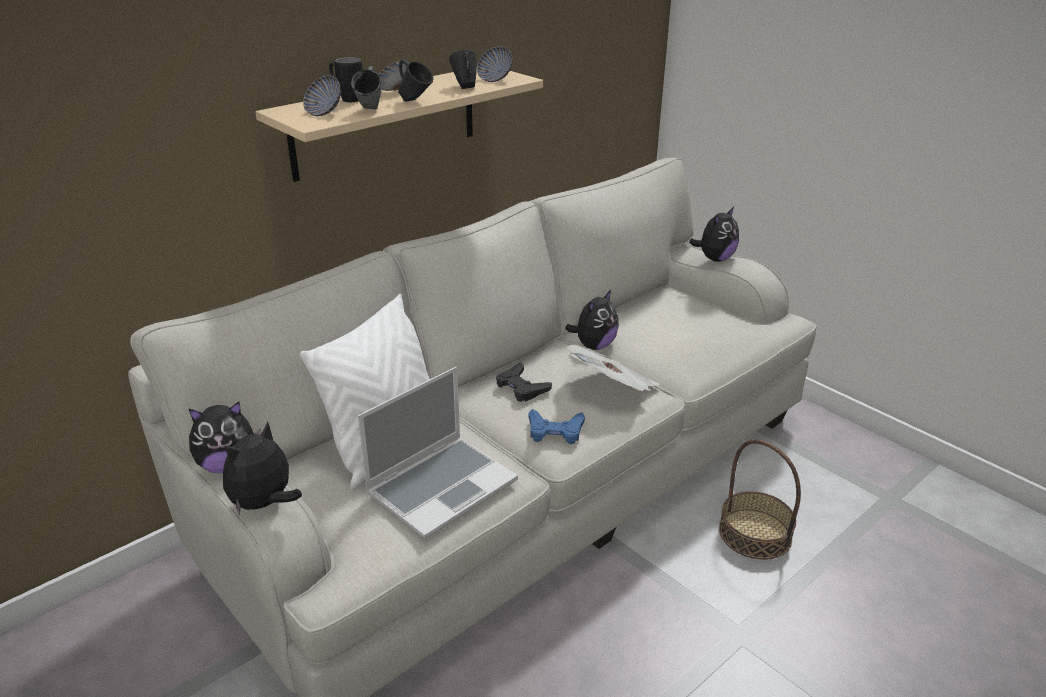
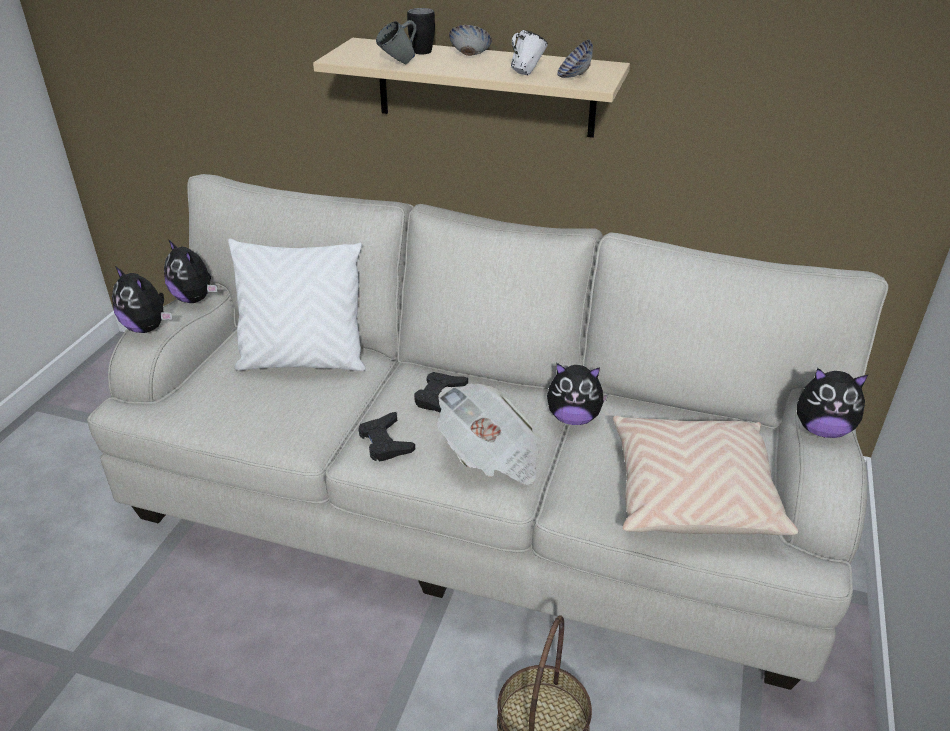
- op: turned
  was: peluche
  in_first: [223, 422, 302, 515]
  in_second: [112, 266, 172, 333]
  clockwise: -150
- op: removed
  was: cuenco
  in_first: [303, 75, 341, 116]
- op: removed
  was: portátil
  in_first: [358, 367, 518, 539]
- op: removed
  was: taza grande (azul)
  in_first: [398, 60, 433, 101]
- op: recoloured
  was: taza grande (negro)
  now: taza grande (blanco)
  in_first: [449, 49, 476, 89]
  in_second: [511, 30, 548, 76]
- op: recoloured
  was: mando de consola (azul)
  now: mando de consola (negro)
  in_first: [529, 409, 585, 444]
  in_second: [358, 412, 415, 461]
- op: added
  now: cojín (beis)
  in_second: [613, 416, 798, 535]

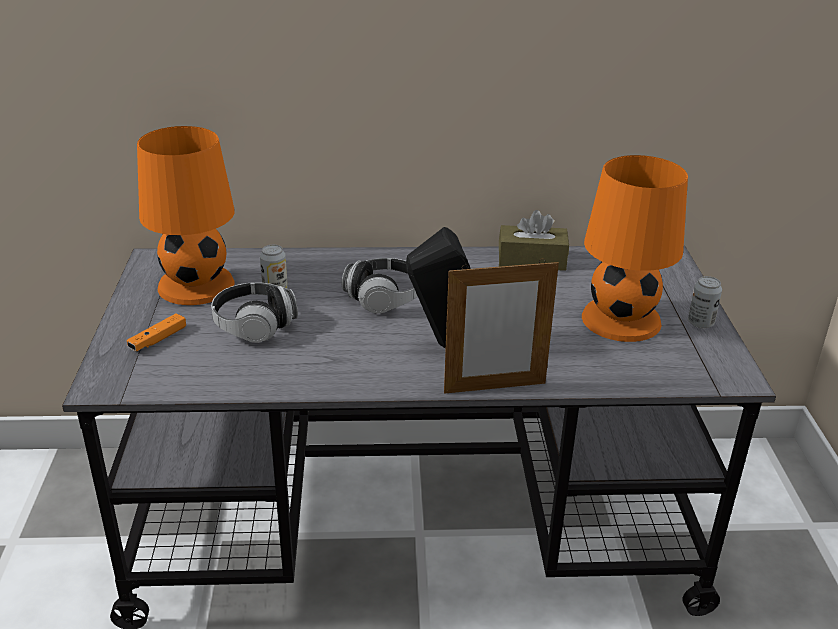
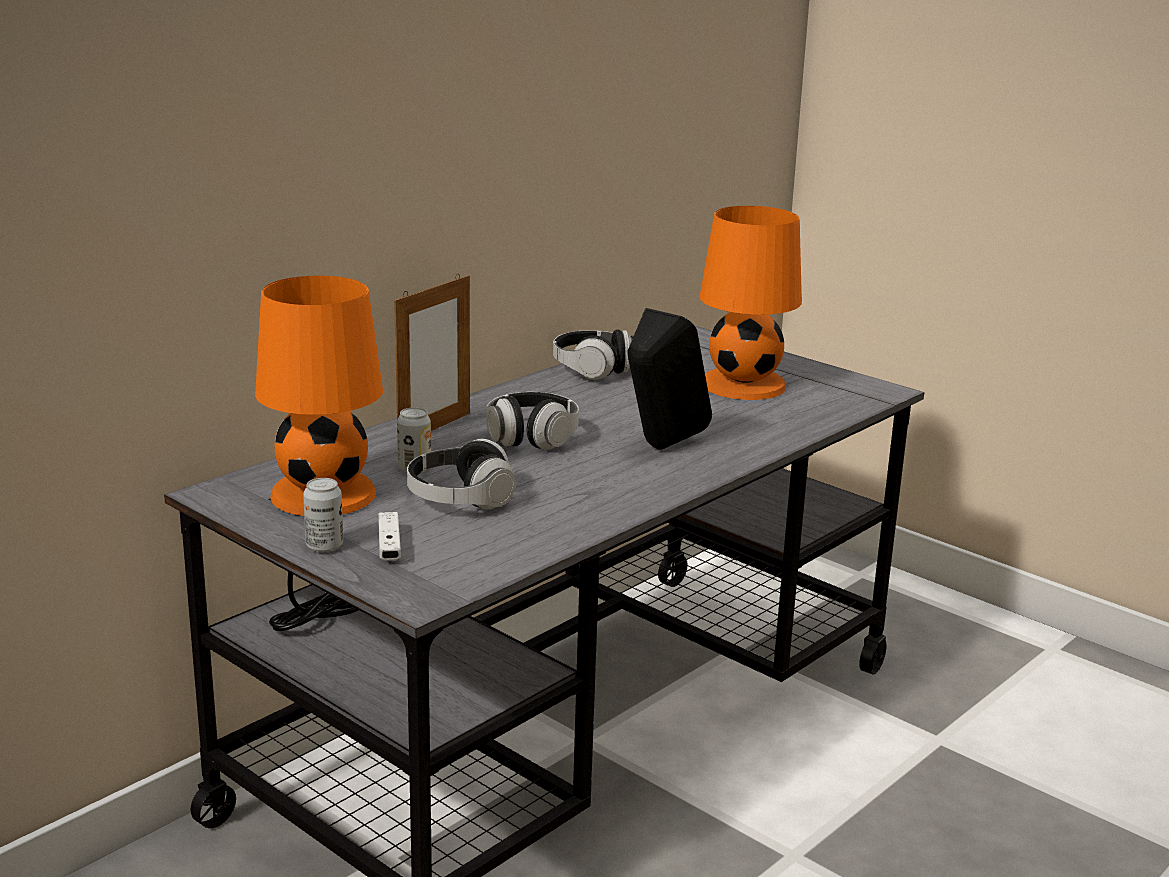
- op: recoloured
  was: mando de consola (naranja)
  now: mando de consola (blanco)
  in_first: [127, 313, 186, 351]
  in_second: [378, 512, 401, 560]
- op: moved
  was: portarretratos
  in_first: [444, 259, 559, 394]
  in_second: [394, 274, 470, 443]
- op: replaced
  was: caja de pañuelos (marrón)
  now: auriculares
  in_first: [499, 210, 569, 271]
  in_second: [553, 329, 634, 380]
- op: moved
  was: lata
  in_first: [688, 276, 722, 329]
  in_second: [303, 478, 343, 553]

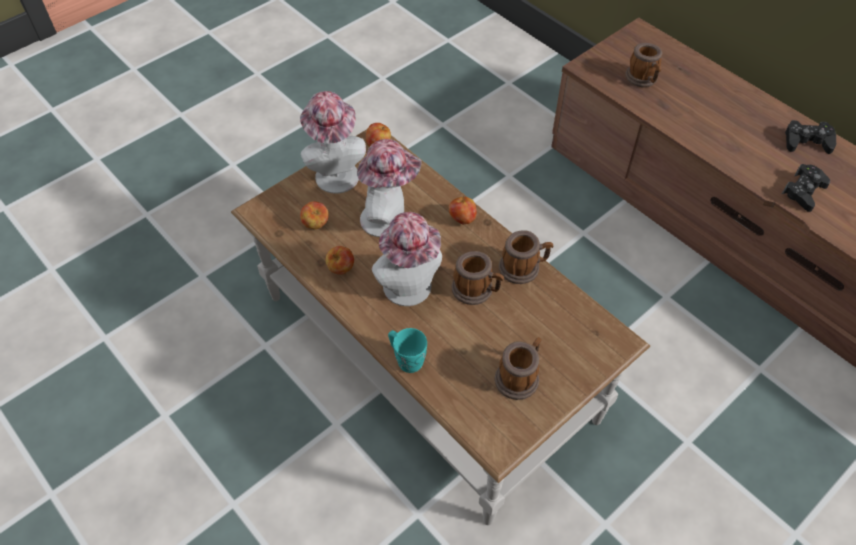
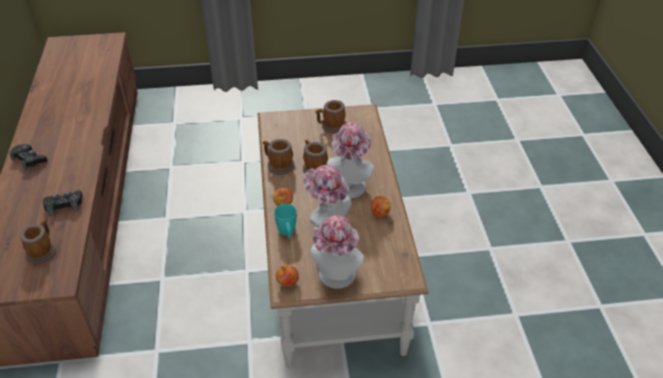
- op: removed
  was: manzana
  in_first: [300, 201, 329, 229]
- op: moved
  was: taza grande (turquesa)
  in_first: [388, 328, 427, 373]
  in_second: [274, 204, 297, 238]
- op: moved
  was: mando de consola (negro)
  in_first: [782, 164, 830, 212]
  in_second: [43, 190, 83, 216]

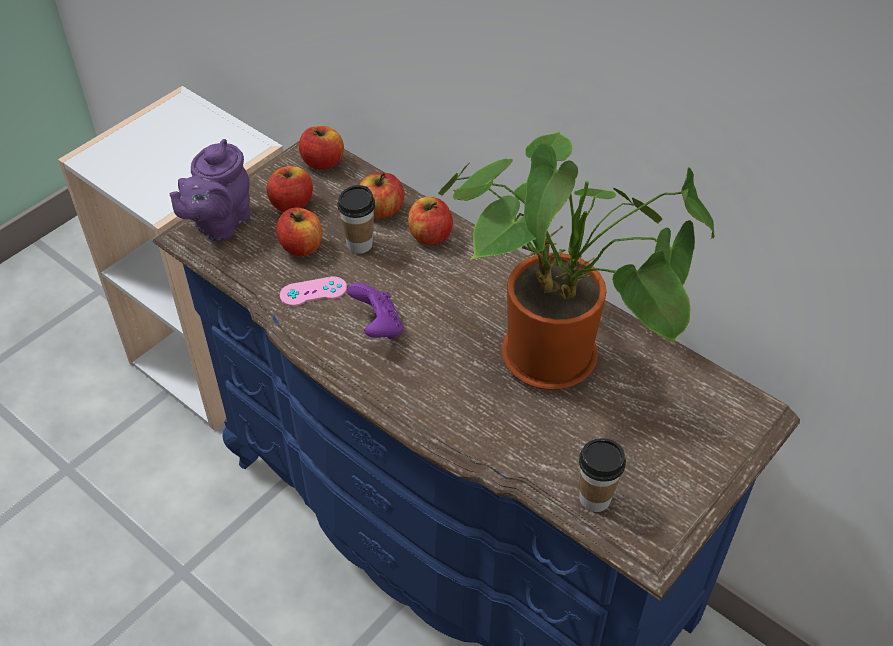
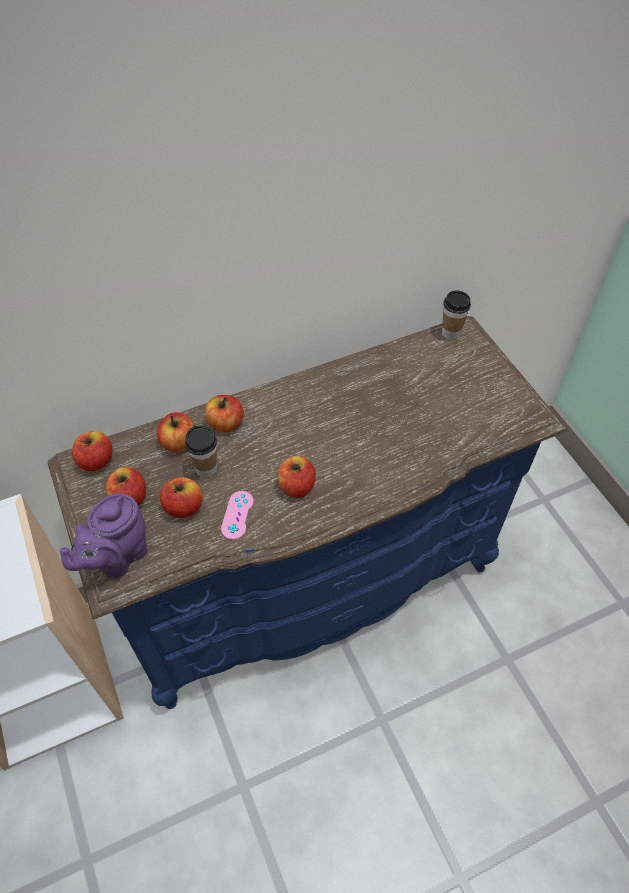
- op: turned
  was: tetera (morado)
  in_first: [169, 139, 251, 242]
  in_second: [60, 493, 147, 578]
  clockwise: 75
- op: replaced
  was: mando de consola (morado)
  now: manzana
  in_first: [347, 283, 403, 339]
  in_second: [277, 456, 316, 498]
- op: removed
  was: planta en maceta
  in_first: [438, 131, 714, 390]
- op: moved
  was: taza
  in_first: [579, 438, 626, 512]
  in_second: [442, 290, 471, 340]

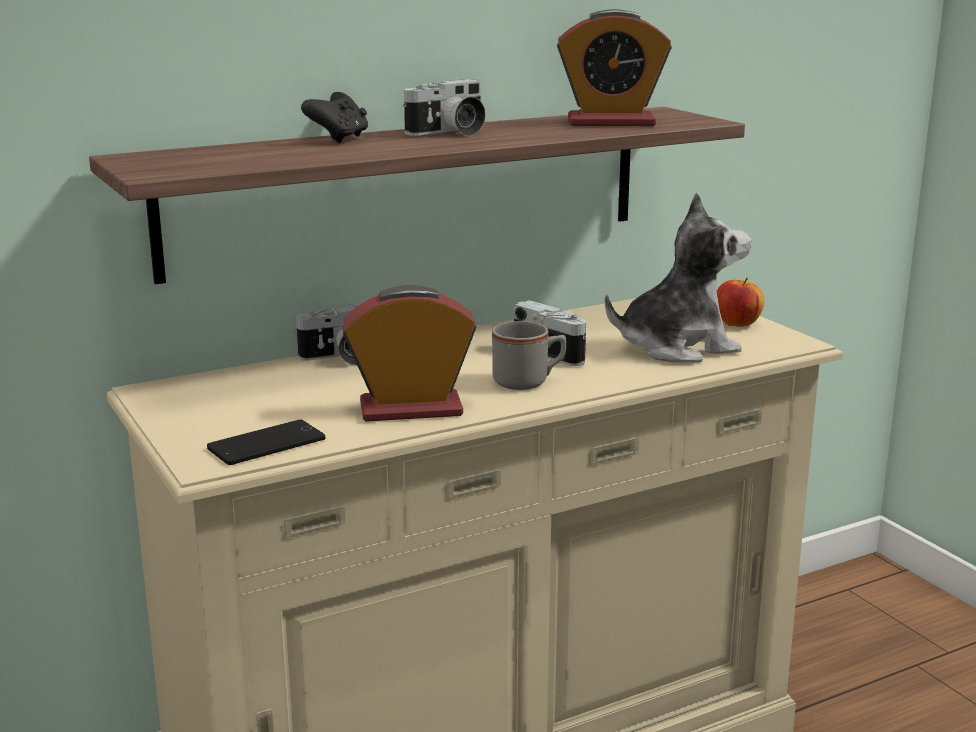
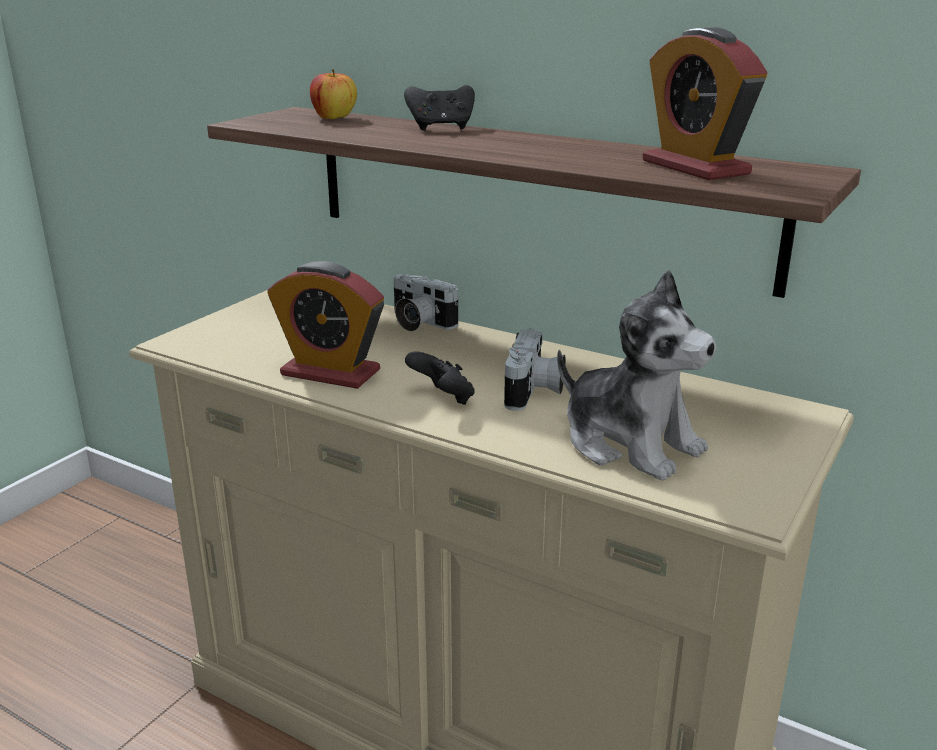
- op: removed
  was: móvil
  in_first: [207, 420, 325, 465]
- op: turned
  was: despertador
  in_first: [342, 285, 476, 422]
  in_second: [267, 261, 384, 389]
  clockwise: 150
- op: removed
  was: cámara
  in_first: [403, 79, 486, 136]
- op: replaced
  was: taza grande (gris)
  now: mando de consola (negro)
  in_first: [492, 321, 566, 390]
  in_second: [405, 351, 475, 405]
- op: moved
  was: manzana
  in_first: [717, 277, 765, 327]
  in_second: [310, 69, 357, 119]

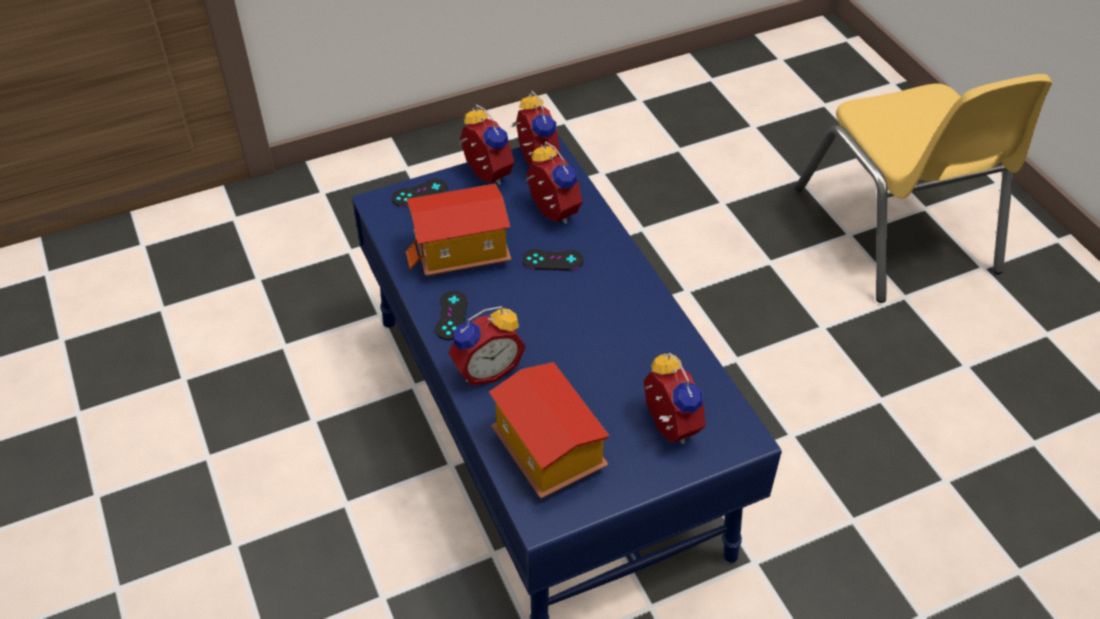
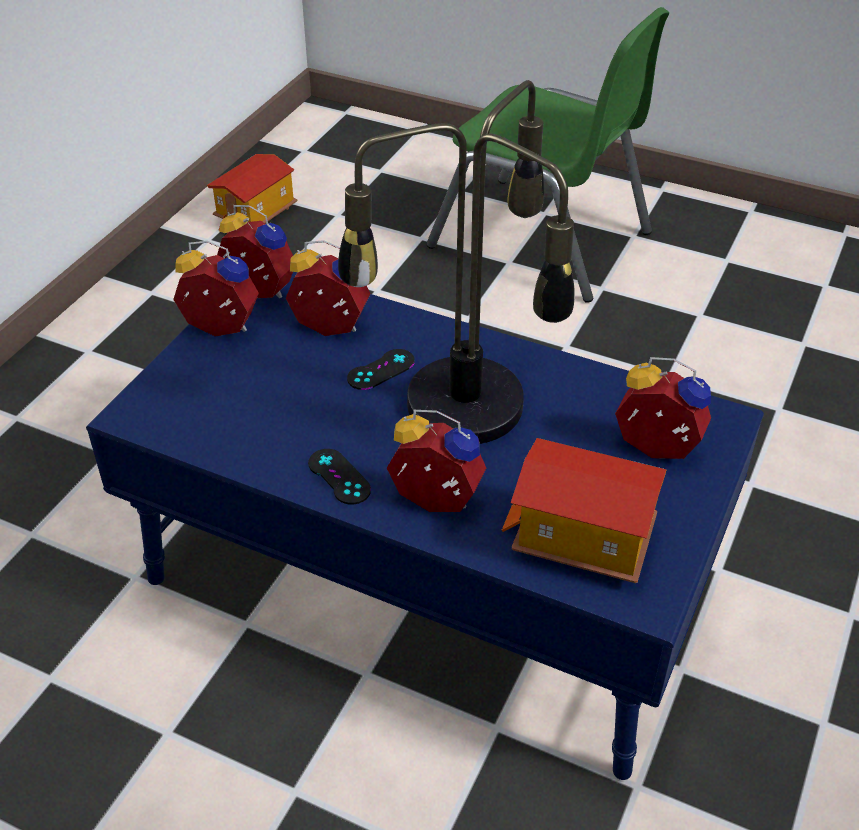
- op: removed
  was: mando de consola (negro)
  in_first: [392, 179, 448, 207]
- op: moved
  was: casita
  in_first: [405, 184, 511, 276]
  in_second: [207, 154, 298, 233]
- op: turned
  was: despertador
  in_first: [448, 306, 526, 385]
  in_second: [387, 410, 486, 512]
  clockwise: -90
- op: recoloured
  was: silla (amarillo)
  now: silla (verde)
  in_first: [795, 74, 1052, 303]
  in_second: [426, 7, 669, 303]
- op: added
  now: lámpara de mesa
  in_second: [338, 80, 574, 444]

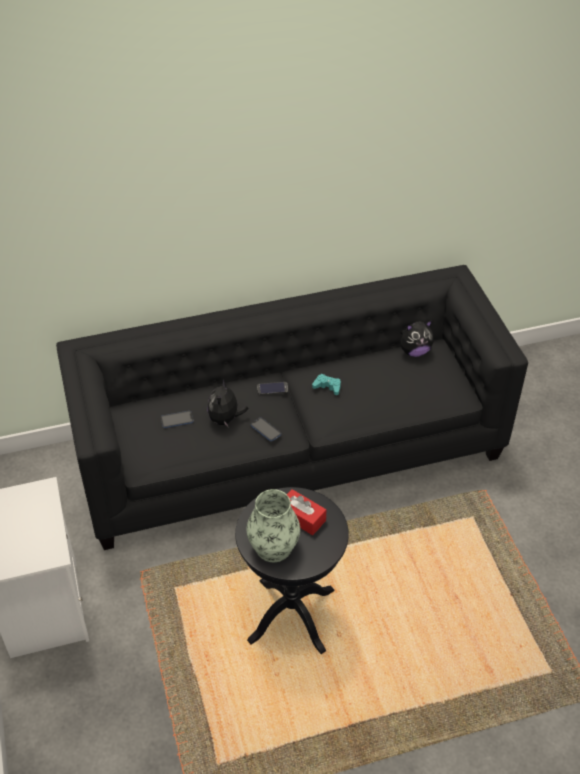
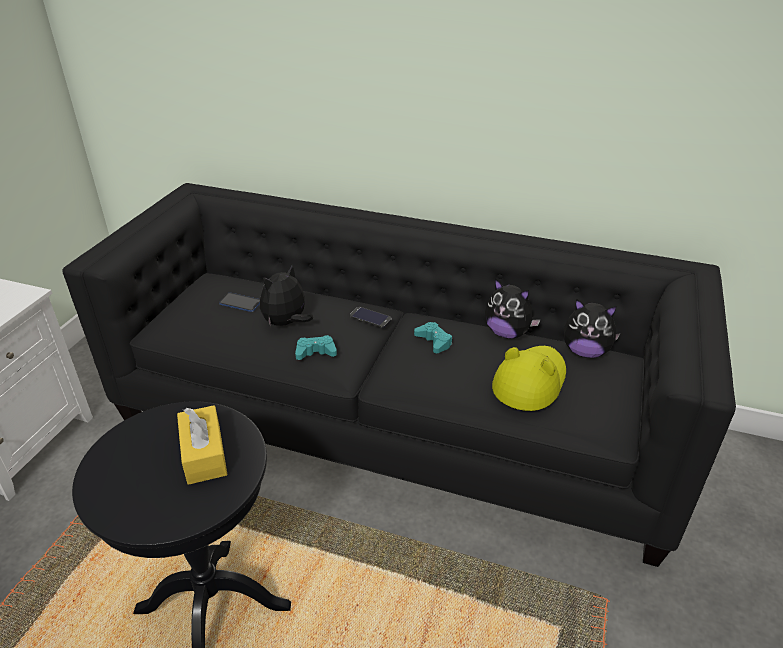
- op: removed
  was: florero
  in_first: [246, 489, 300, 562]
- op: replaced
  was: móvil
  now: mando de consola (turquesa)
  in_first: [251, 418, 281, 441]
  in_second: [295, 335, 337, 360]
- op: recoloured
  was: caja de pañuelos (rojo)
  now: caja de pañuelos (amarillo)
  in_first: [287, 489, 326, 535]
  in_second: [177, 405, 227, 485]
- op: added
  now: peluche
  in_second: [485, 279, 541, 338]
- op: added
  now: sombrero (amarillo)
  in_second: [492, 346, 566, 411]

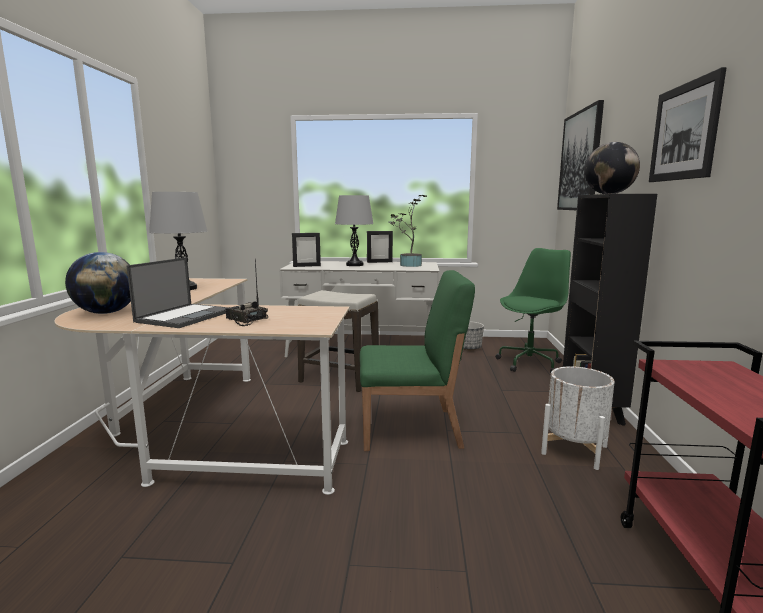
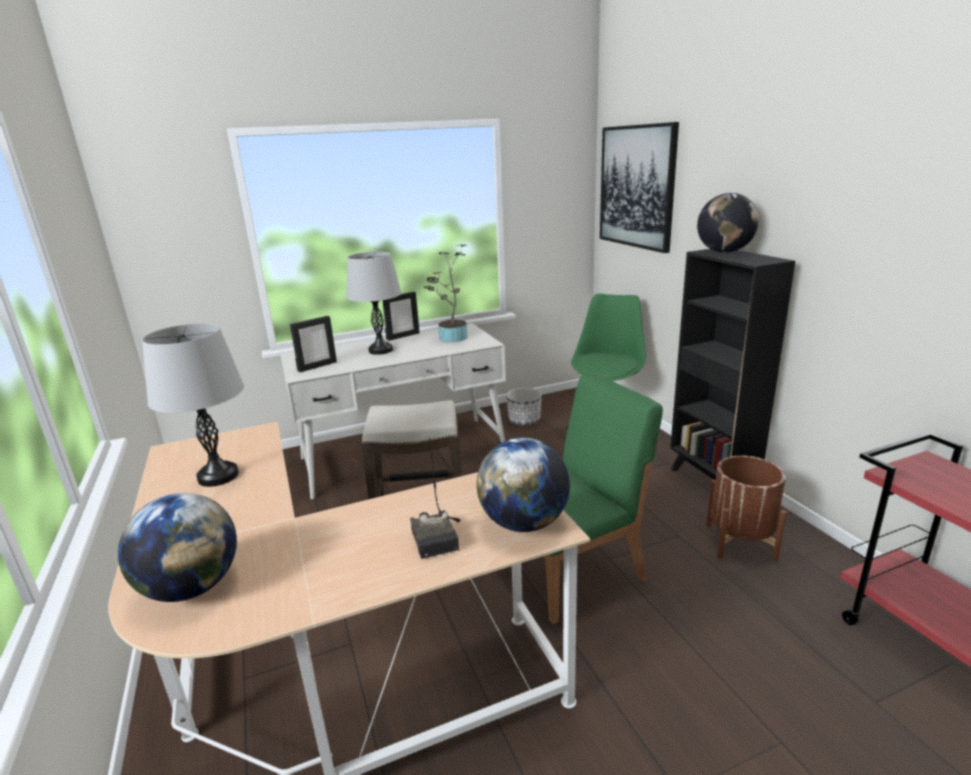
- op: removed
  was: portátil
  in_first: [127, 257, 229, 328]
- op: turned
  was: radio
  in_first: [225, 258, 268, 326]
  in_second: [410, 437, 460, 559]
  clockwise: -120
- op: recoloured
  was: maceta (blanco)
  now: maceta (marrón)
  in_first: [541, 366, 615, 470]
  in_second: [706, 455, 787, 561]
- op: removed
  was: cuadro
  in_first: [649, 67, 727, 182]
- op: added
  now: globo terráqueo
  in_second: [477, 438, 570, 532]

